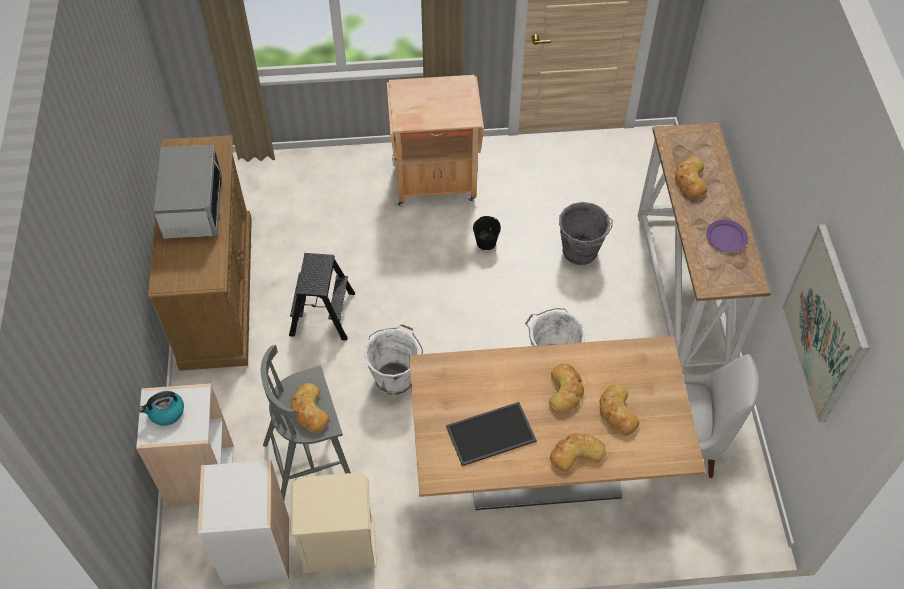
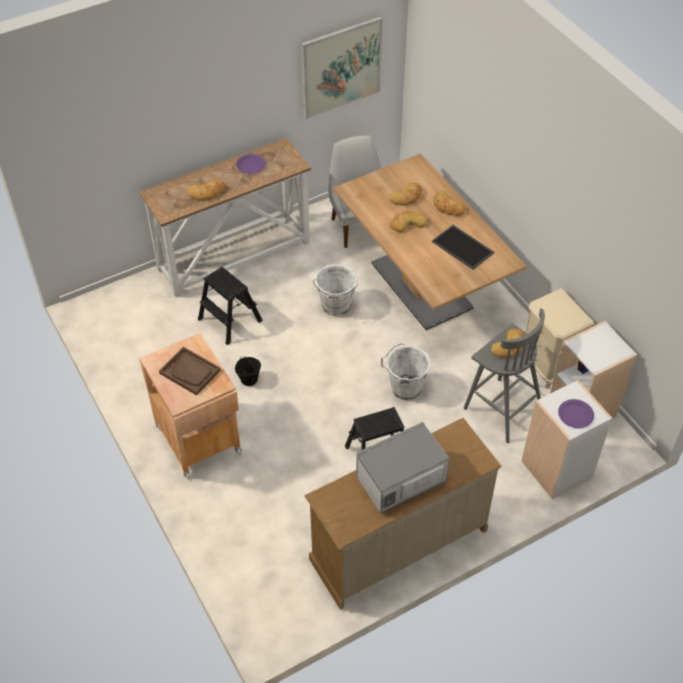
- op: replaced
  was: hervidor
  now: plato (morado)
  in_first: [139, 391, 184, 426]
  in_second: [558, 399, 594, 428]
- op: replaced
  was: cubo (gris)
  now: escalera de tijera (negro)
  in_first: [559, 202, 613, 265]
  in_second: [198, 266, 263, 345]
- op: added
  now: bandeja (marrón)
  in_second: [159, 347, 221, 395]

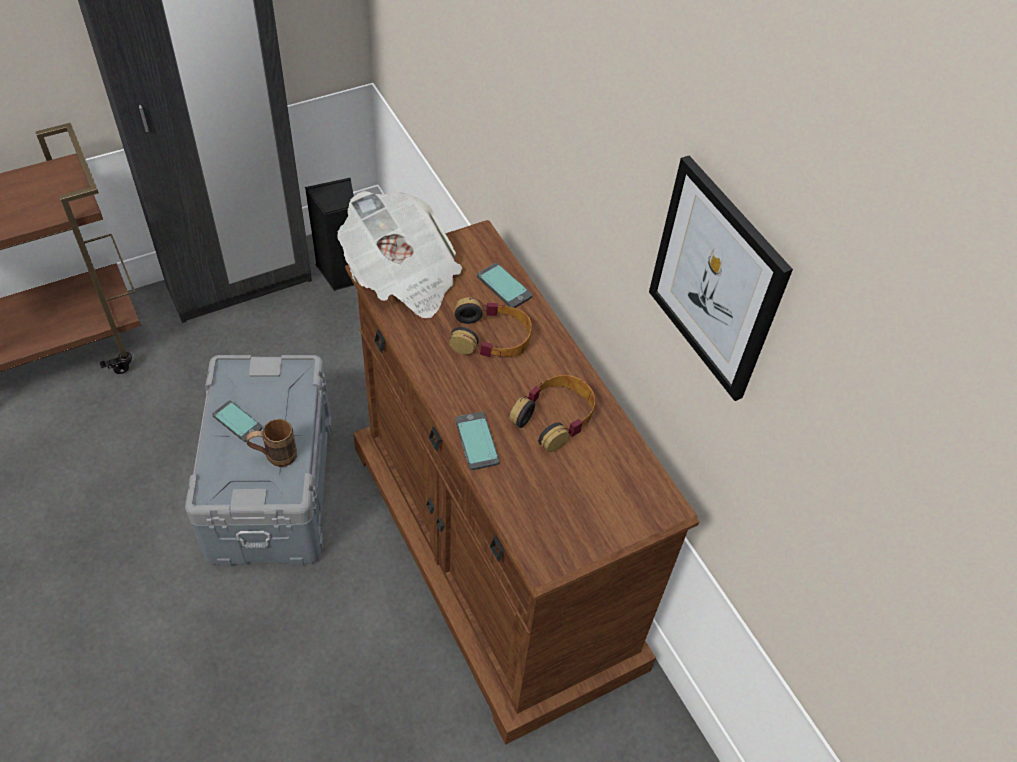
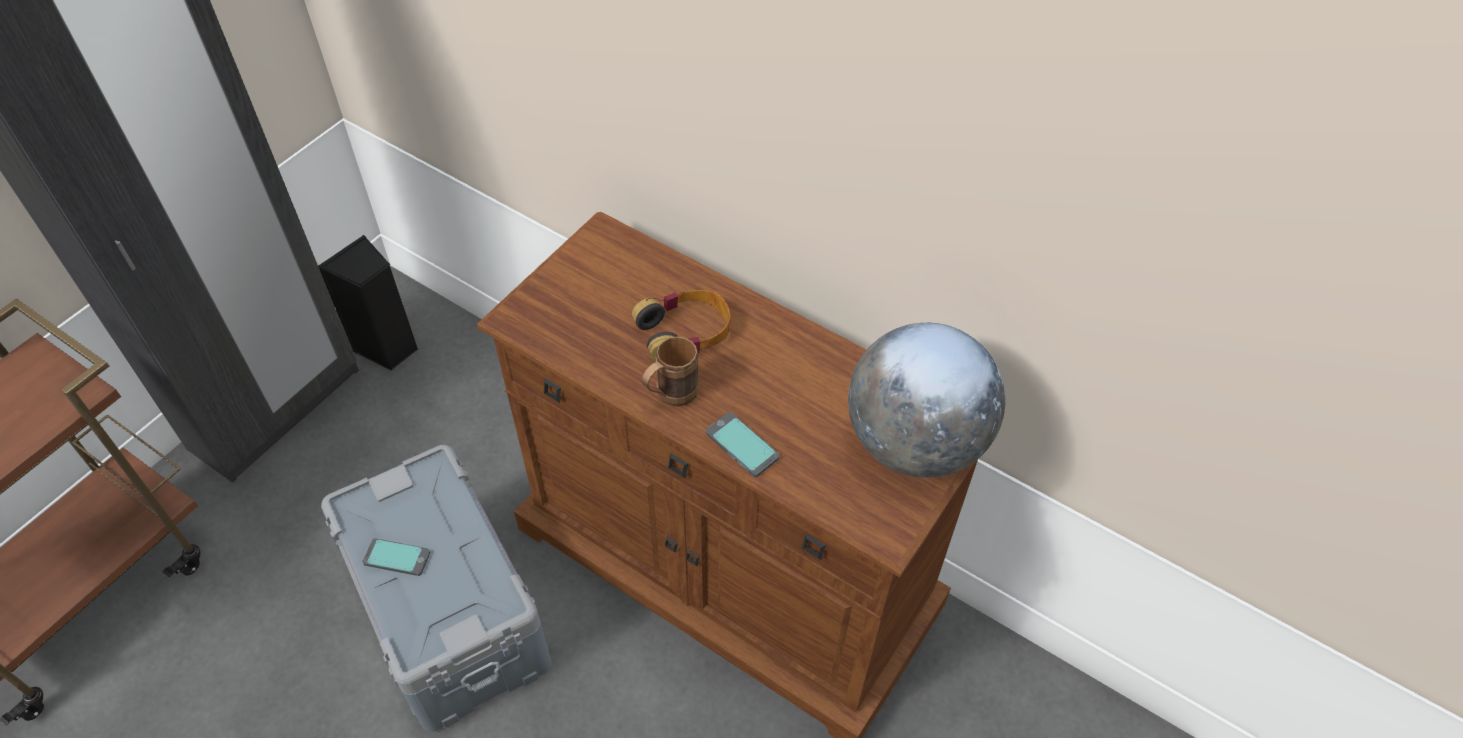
- op: moved
  was: taza grande (marrón)
  in_first: [246, 419, 297, 467]
  in_second: [641, 337, 699, 407]
- op: removed
  was: periódico
  in_first: [337, 191, 462, 318]
- op: removed
  was: móvil
  in_first: [477, 263, 532, 308]
- op: removed
  was: auriculares
  in_first: [509, 375, 595, 452]
- op: removed
  was: cuadro
  in_first: [649, 156, 793, 401]
- op: added
  now: globo terráqueo
  in_second: [848, 323, 1005, 478]

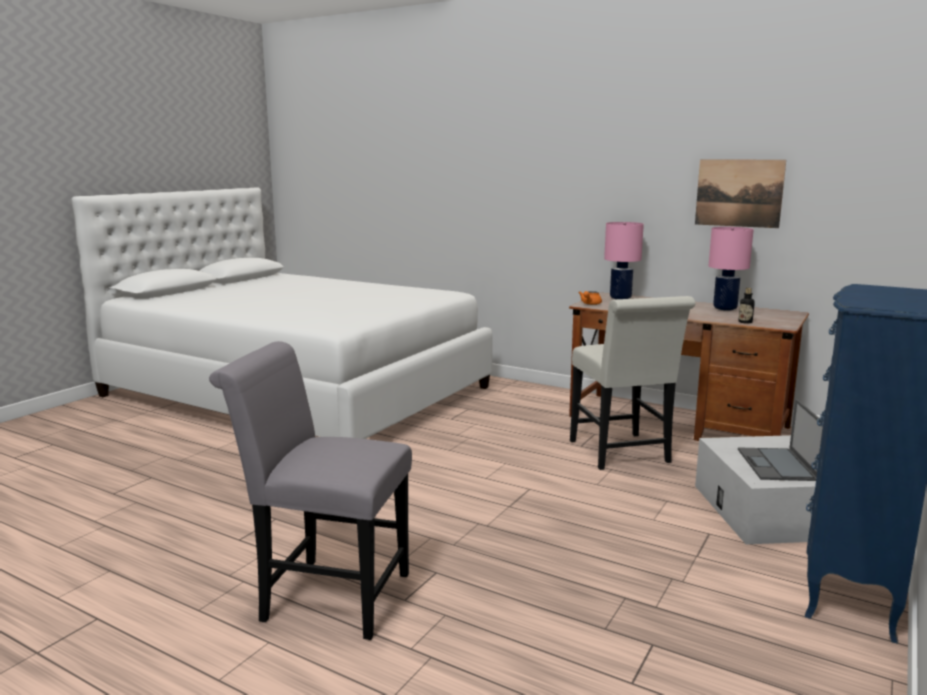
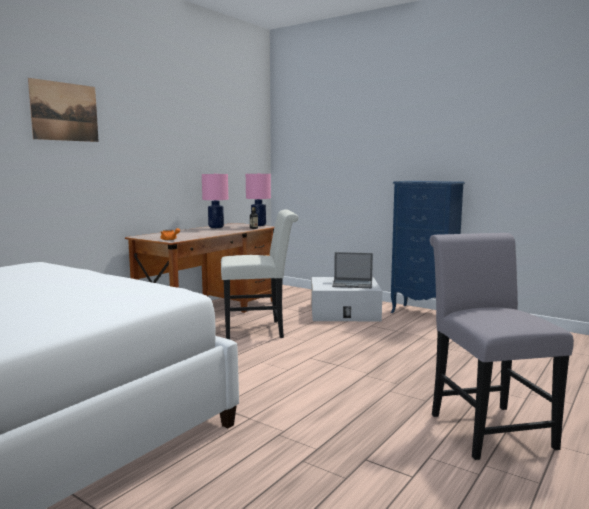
- op: turned
  was: silla (gris)
  in_first: [209, 341, 412, 640]
  in_second: [430, 233, 574, 460]
  clockwise: 150
- op: moved
  was: lámpara de mesa (rosa)
  in_first: [604, 222, 644, 299]
  in_second: [246, 173, 271, 226]
- op: moved
  was: cuadro
  in_first: [695, 159, 786, 228]
  in_second: [28, 78, 99, 142]

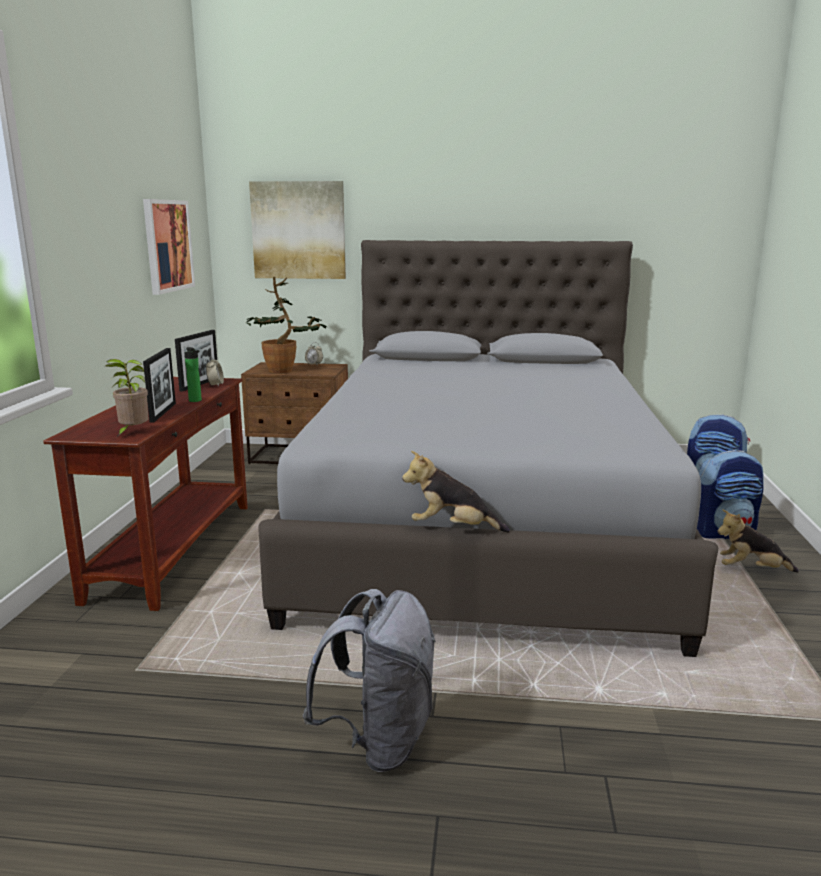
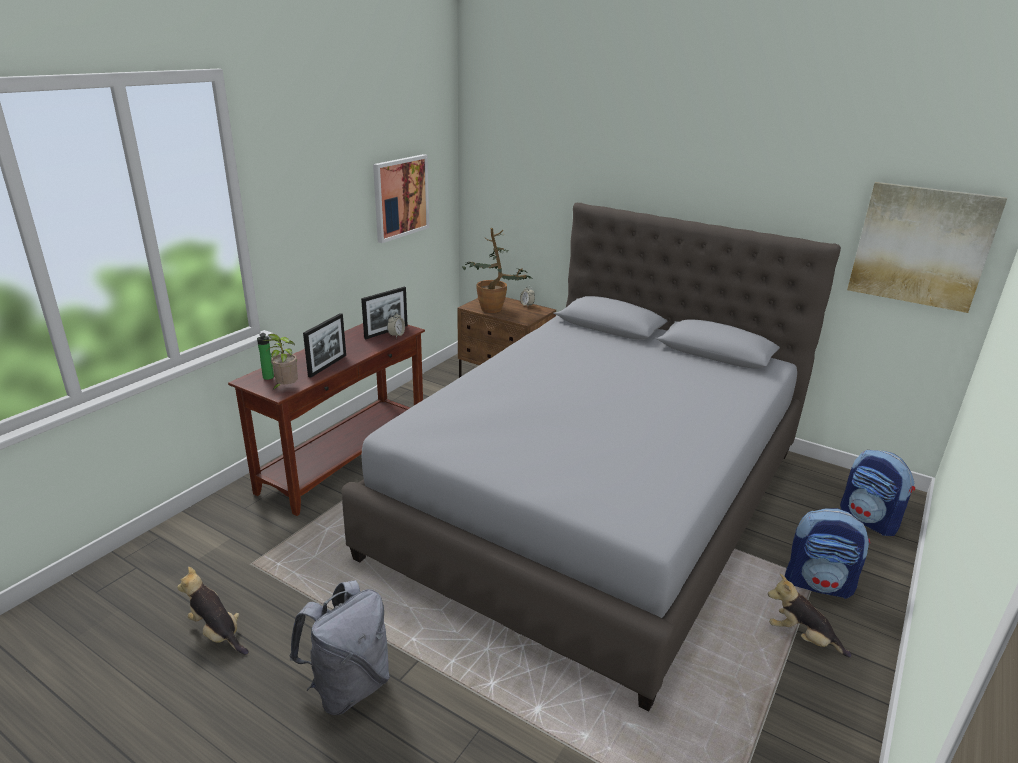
- op: moved
  was: botella
  in_first: [184, 347, 202, 402]
  in_second: [257, 333, 274, 380]
- op: moved
  was: cuadro
  in_first: [249, 181, 346, 279]
  in_second: [847, 182, 1007, 313]
- op: moved
  was: peluche
  in_first: [402, 451, 510, 533]
  in_second: [177, 567, 249, 655]

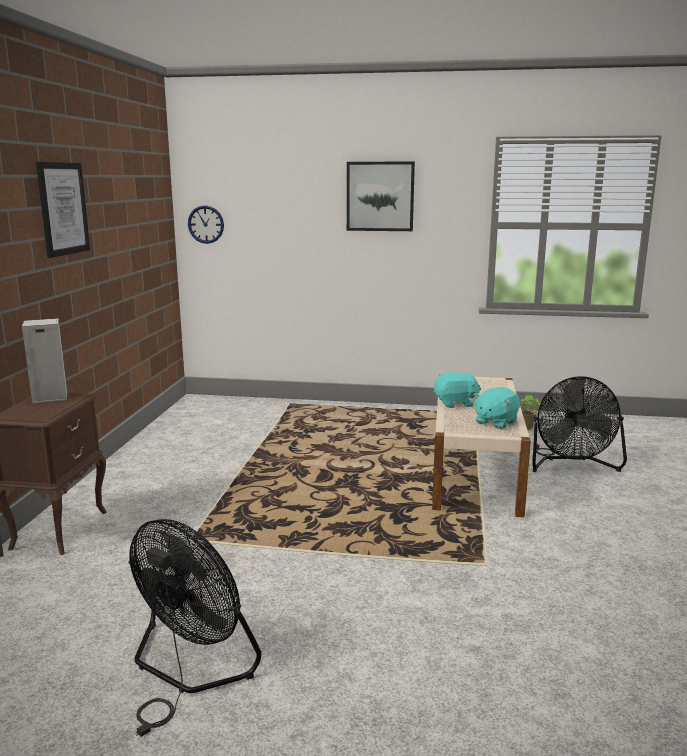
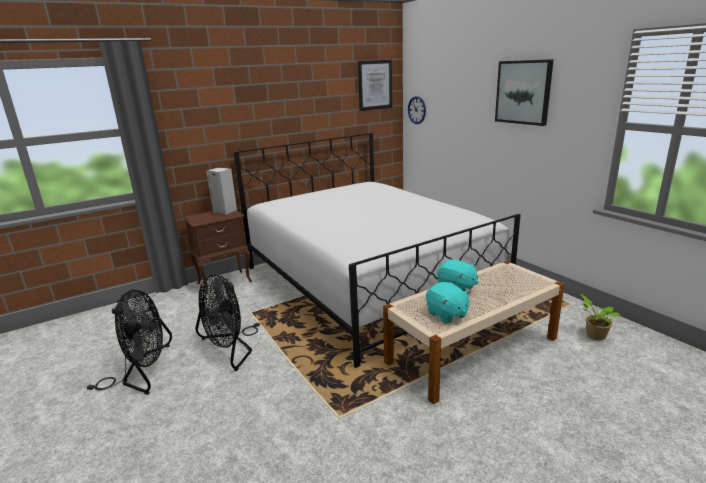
- op: moved
  was: cuadro
  in_first: [36, 162, 90, 258]
  in_second: [358, 60, 392, 111]
- op: turned
  was: peluche (turquesa)
  in_first: [473, 387, 520, 429]
  in_second: [426, 282, 471, 323]
  clockwise: -120
- op: moved
  was: ventilador (negro)
  in_first: [532, 376, 627, 472]
  in_second: [195, 274, 260, 371]
- op: added
  now: cama (blanco)
  in_second: [234, 133, 521, 368]

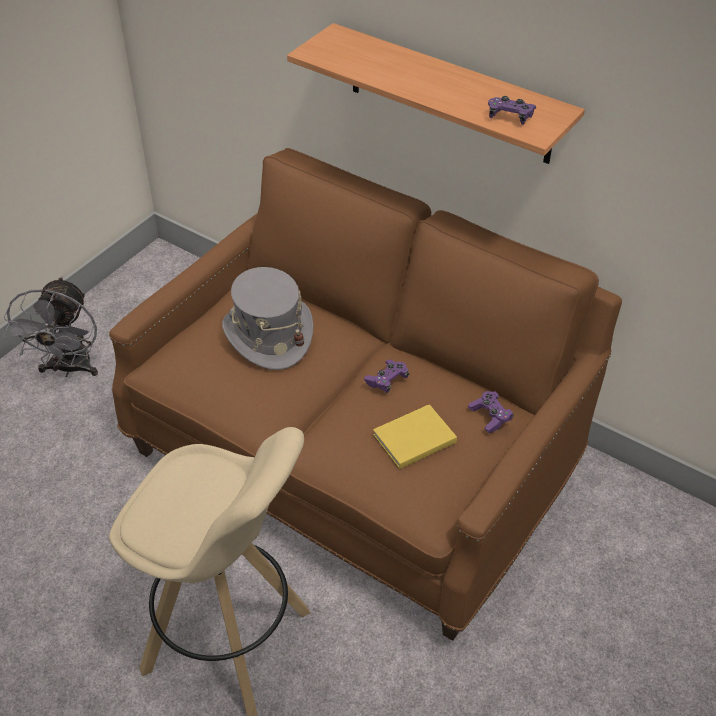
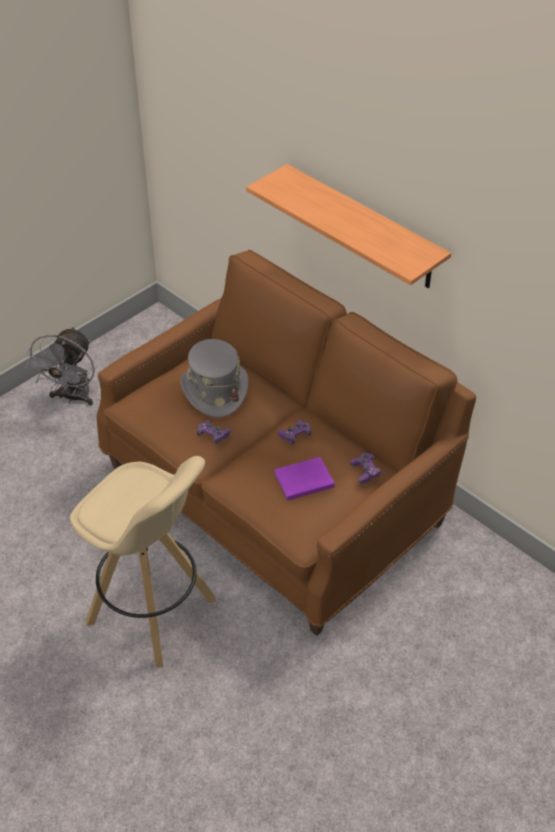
- op: recoloured
  was: libro (amarillo)
  now: libro (morado)
  in_first: [373, 404, 457, 469]
  in_second: [274, 457, 335, 501]
- op: moved
  was: mando de consola (morado)
  in_first: [488, 96, 536, 125]
  in_second: [197, 420, 231, 444]

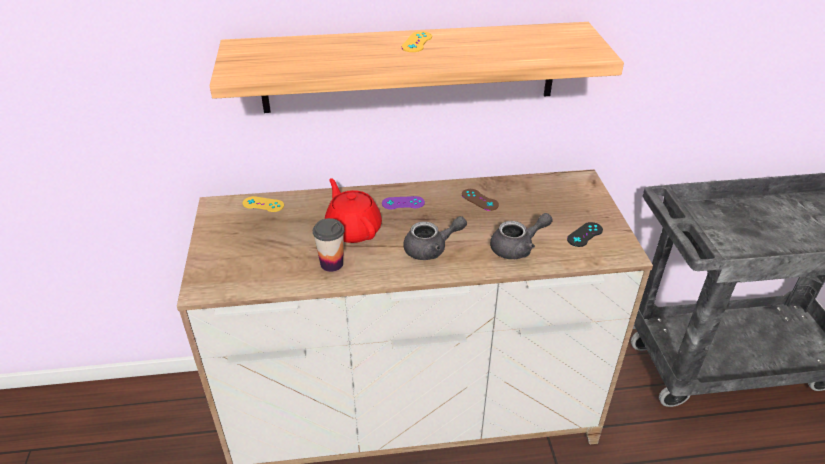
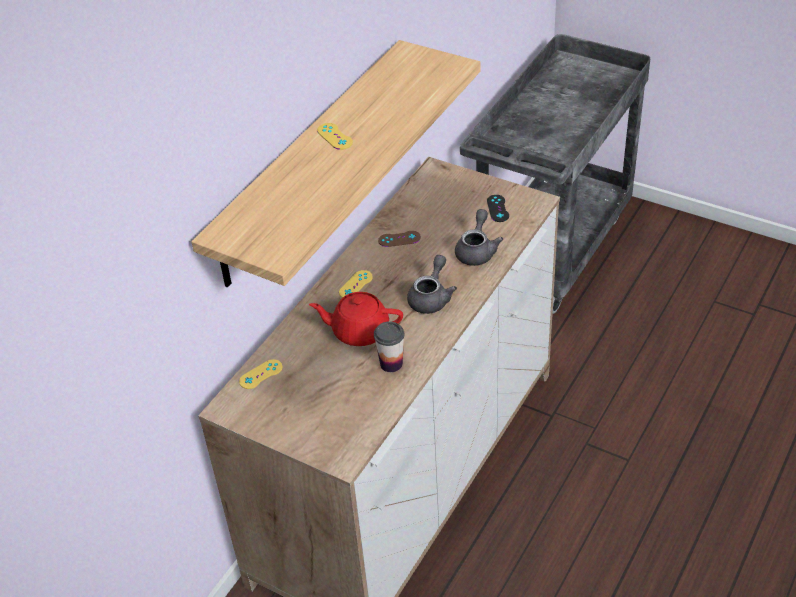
- op: recoloured
  was: mando de consola (morado)
  now: mando de consola (amarillo)
  in_first: [382, 196, 425, 209]
  in_second: [339, 270, 373, 298]

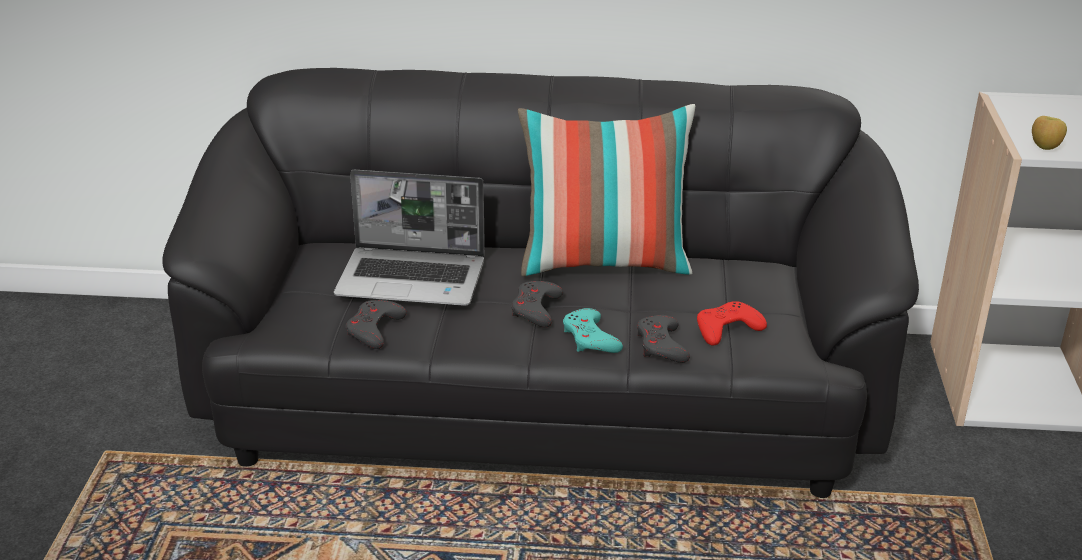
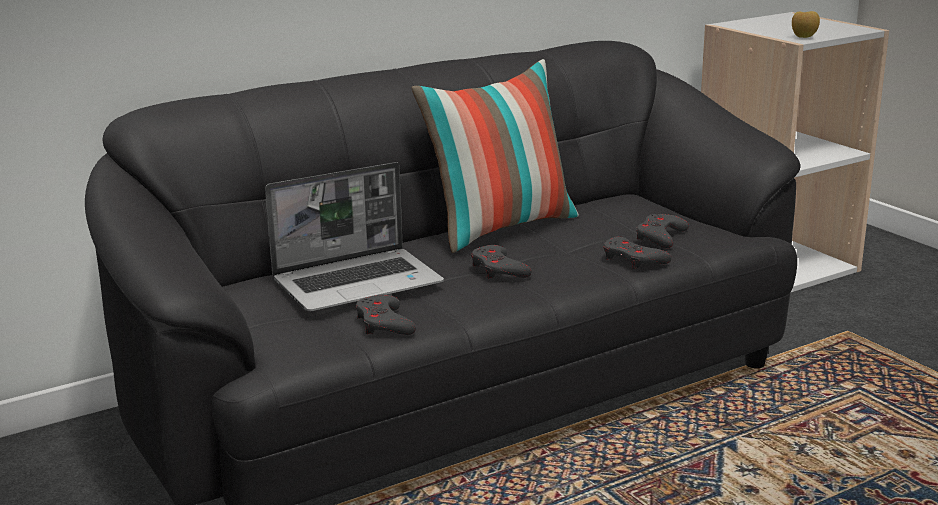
- op: removed
  was: mando de consola (turquesa)
  in_first: [563, 308, 623, 353]
- op: recoloured
  was: mando de consola (rojo)
  now: mando de consola (gris)
  in_first: [697, 301, 767, 345]
  in_second: [636, 214, 689, 248]

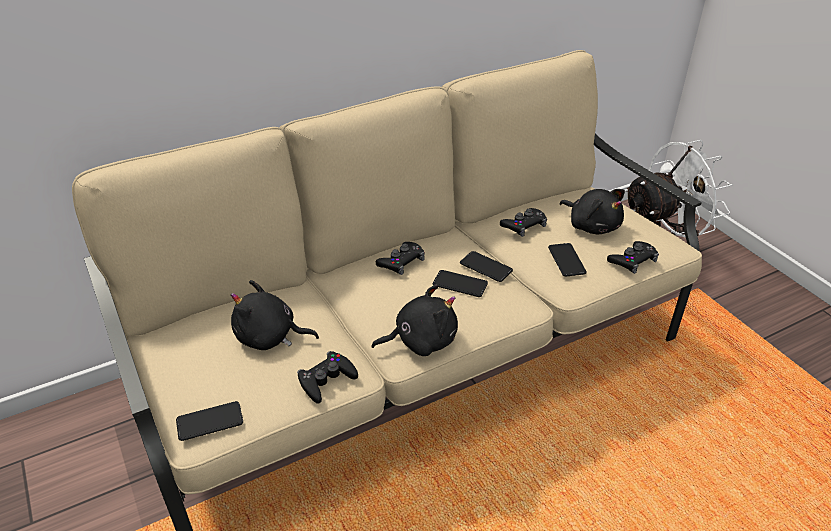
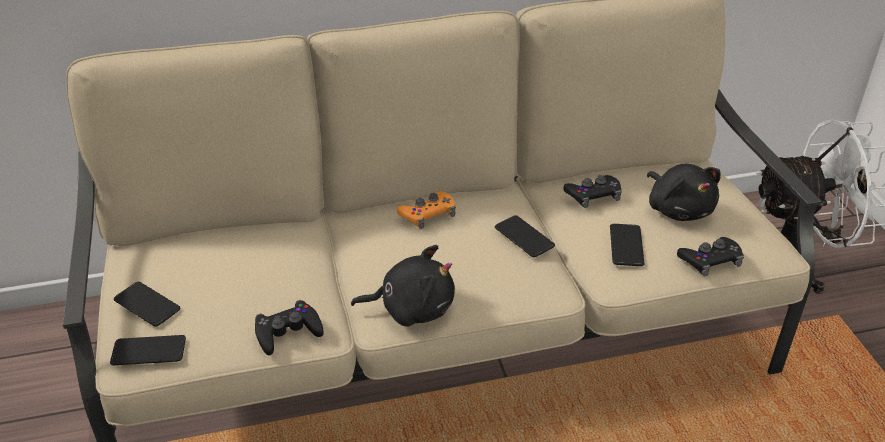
- op: removed
  was: peluche (negro)
  in_first: [231, 280, 319, 350]
- op: recoloured
  was: mando de consola (negro)
  now: mando de consola (naranja)
  in_first: [376, 242, 425, 275]
  in_second: [397, 191, 456, 229]
- op: moved
  was: móvil
  in_first: [433, 270, 488, 297]
  in_second: [114, 282, 180, 327]

